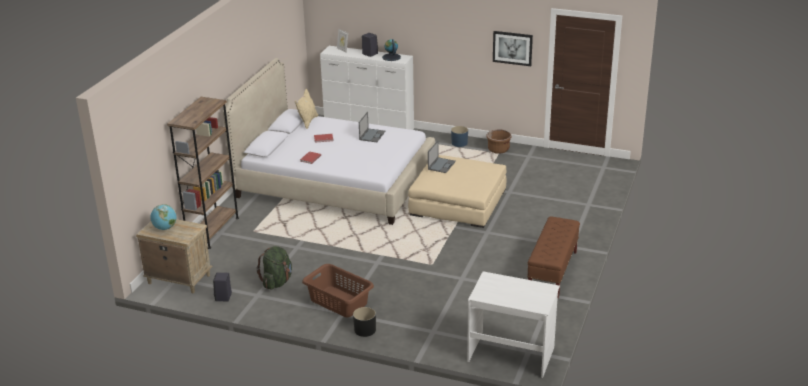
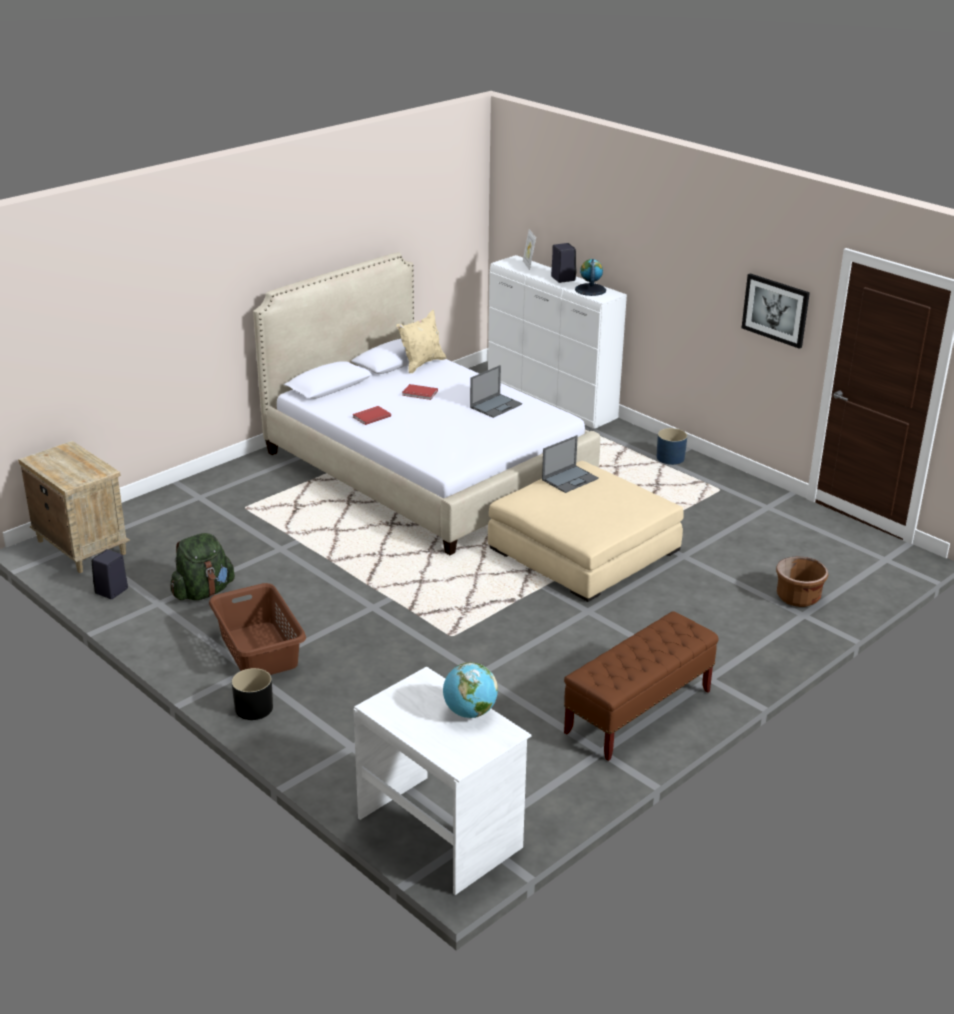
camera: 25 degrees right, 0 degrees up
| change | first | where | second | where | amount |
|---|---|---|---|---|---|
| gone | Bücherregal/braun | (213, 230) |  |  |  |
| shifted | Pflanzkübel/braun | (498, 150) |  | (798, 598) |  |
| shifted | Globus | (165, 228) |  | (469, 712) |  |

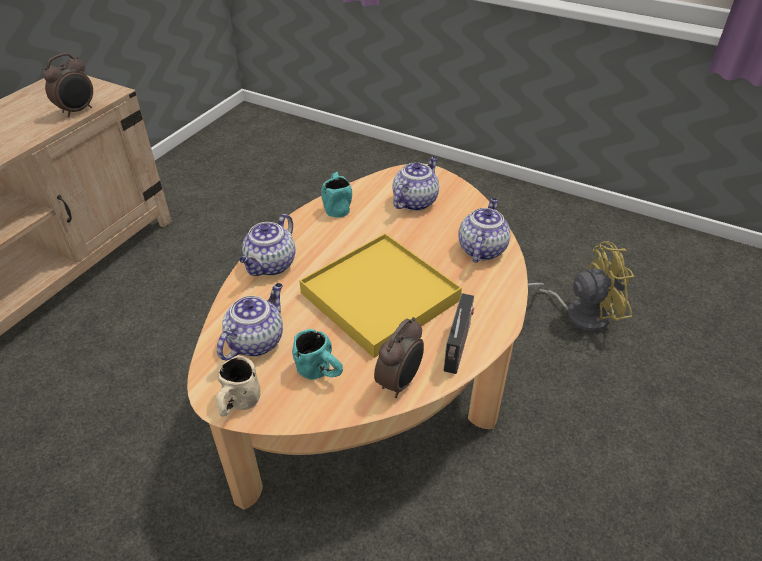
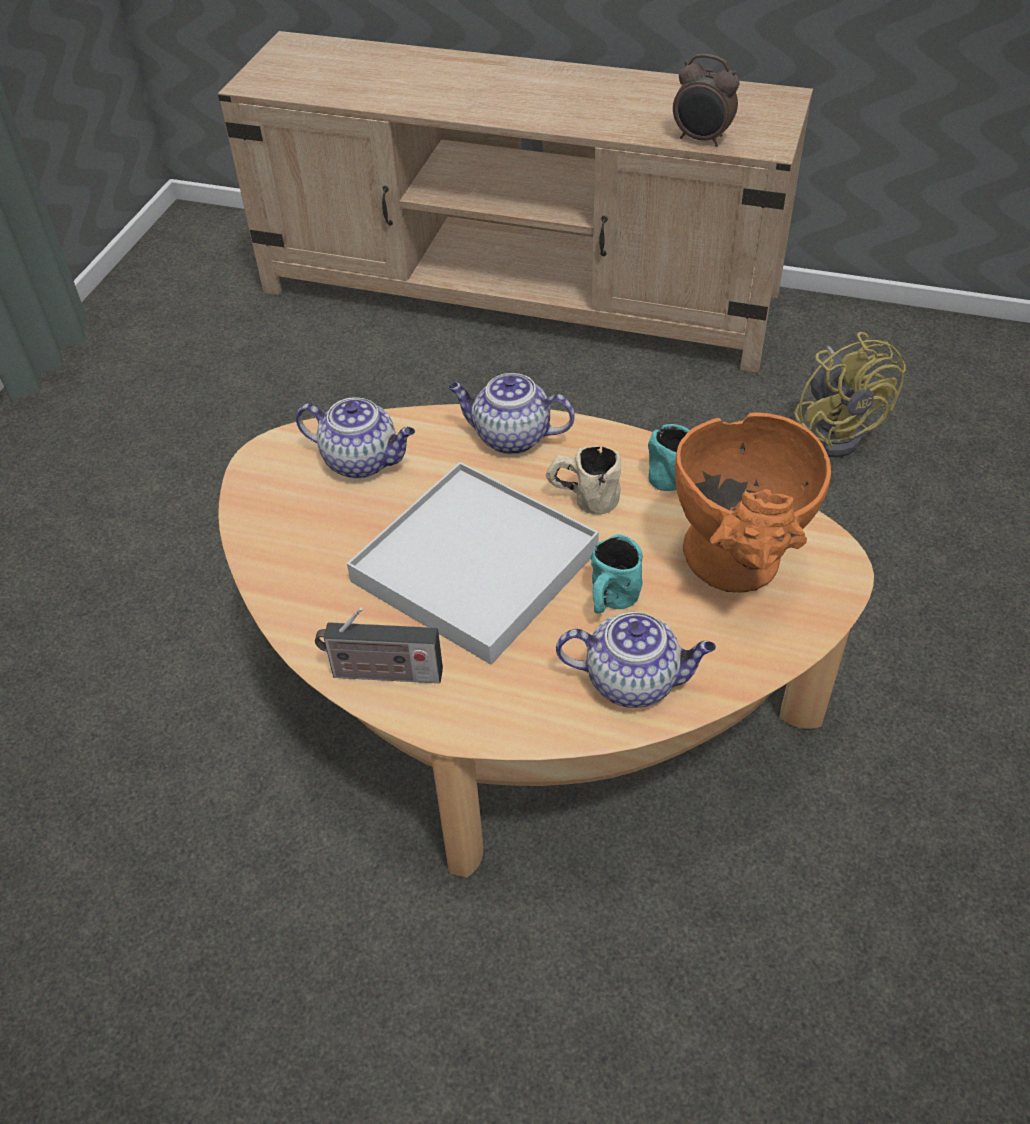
camera: 80 degrees right, 5 degrees up
| change | first | where | second | where | amount |
|---|---|---|---|---|---|
| swapped | Teekanne | (415, 201) | Vase/orange | (738, 569) |  |
| repainted | Tablett/gelb | (380, 296) | Tablett/weiß | (476, 566) |  |
| shifted | Ventilator/gelb | (578, 313) |  | (835, 430) |  |
| gone | Wecker | (400, 382) |  |  |  |
| shifted | Henkelbecher/türkis | (321, 373) |  | (610, 603) |  |
| shifted | Henkelbecher/beige | (238, 405) |  | (583, 499) |  |

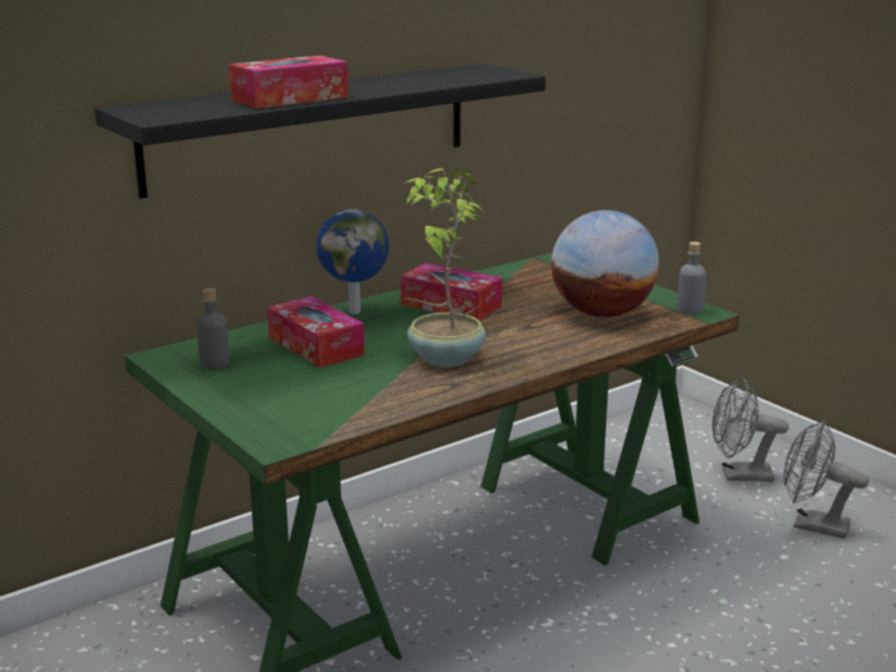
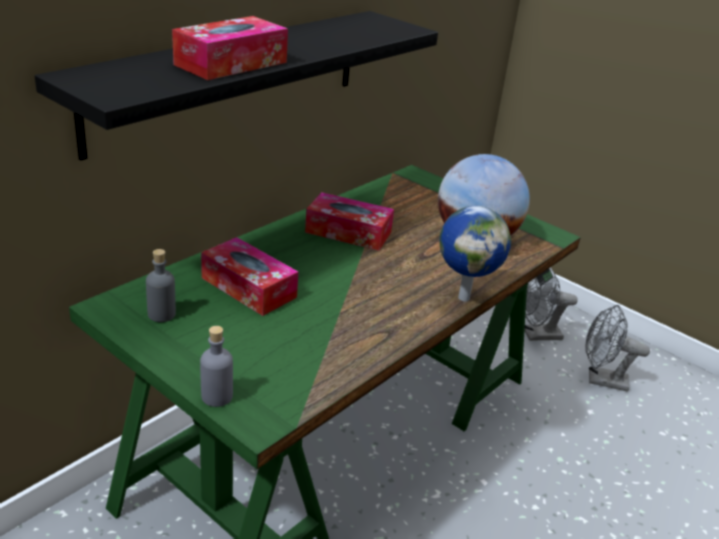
camera: 15 degrees left, 10 degrees up
| change | first | where | second | where | amount |
|---|---|---|---|---|---|
| gone | Topfpflanze | (444, 358) |  |  |  |
| shifted | Globus | (355, 311) |  | (464, 297) |  |
| shifted | Flasche/grau | (689, 309) |  | (217, 396) |  |

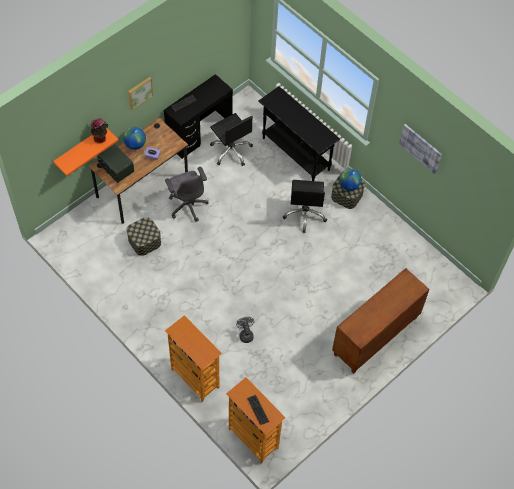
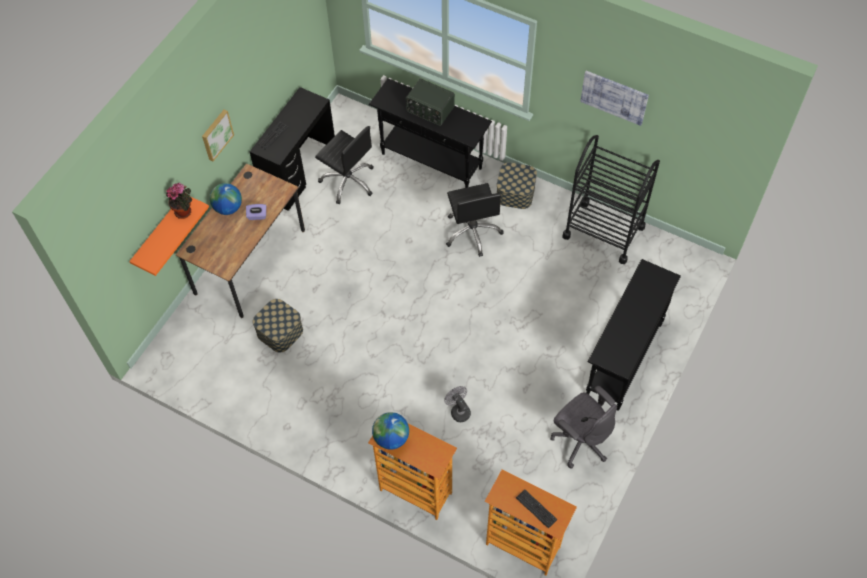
camera: 15 degrees left, 0 degrees up
| change | first | where | second | where | amount |
|---|---|---|---|---|---|
| shifted | Radio | (116, 168) |  | (430, 110) |  |
| shifted | Bürostuhl/grau | (187, 205) |  | (580, 441) |  |
| shifted | Globus | (349, 185) |  | (391, 438) |  |
| swapped | Schrank/braun | (375, 337) | Konsolentisch/schwarz | (623, 359) |  |
| new |  |  | Rollwagen/schwarz | (603, 231) |  |

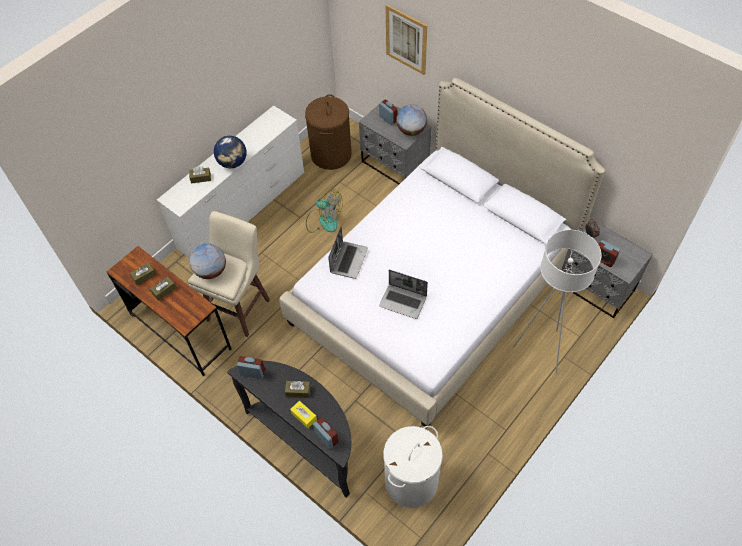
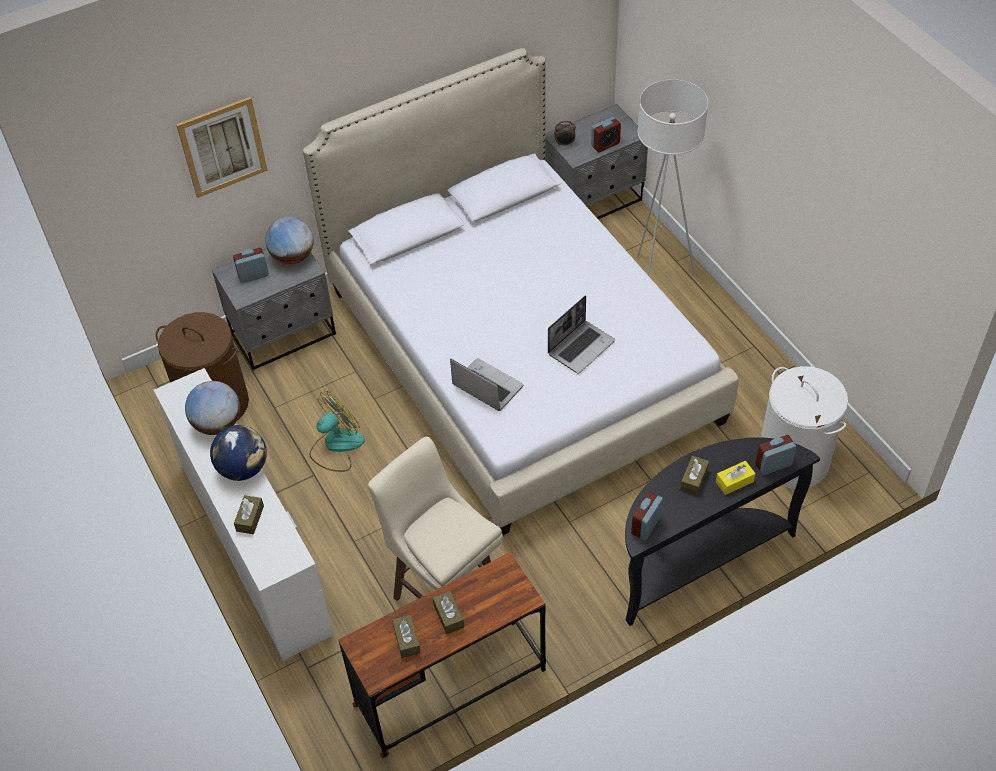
camera: 70 degrees left, 5 degrees down
| change | first | where | second | where | amount |
|---|---|---|---|---|---|
| shifted | Globus | (211, 271) |  | (218, 424) |  |

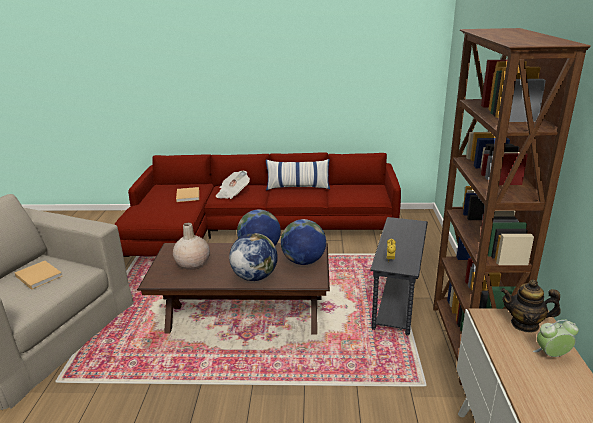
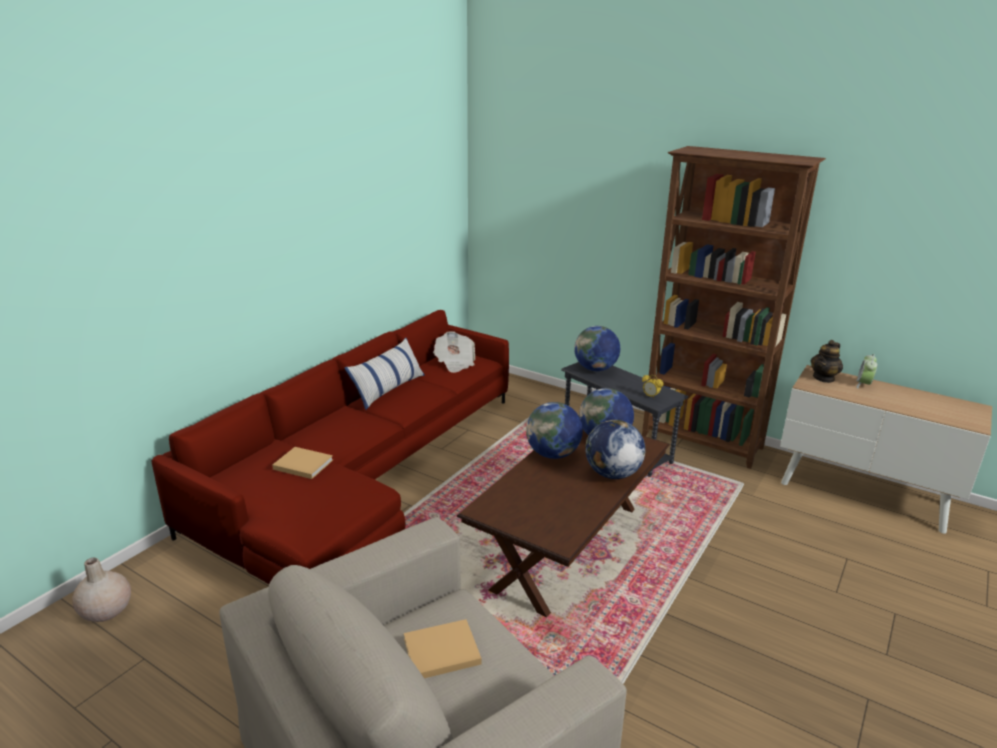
camera: 60 degrees left, 0 degrees up
| change | first | where | second | where | amount |
|---|---|---|---|---|---|
| shifted | Zeitung | (232, 194) |  | (455, 363) |  |
| shifted | Vase/beige | (192, 264) |  | (106, 611) |  |
| new |  |  | Globus | (595, 369) |  |

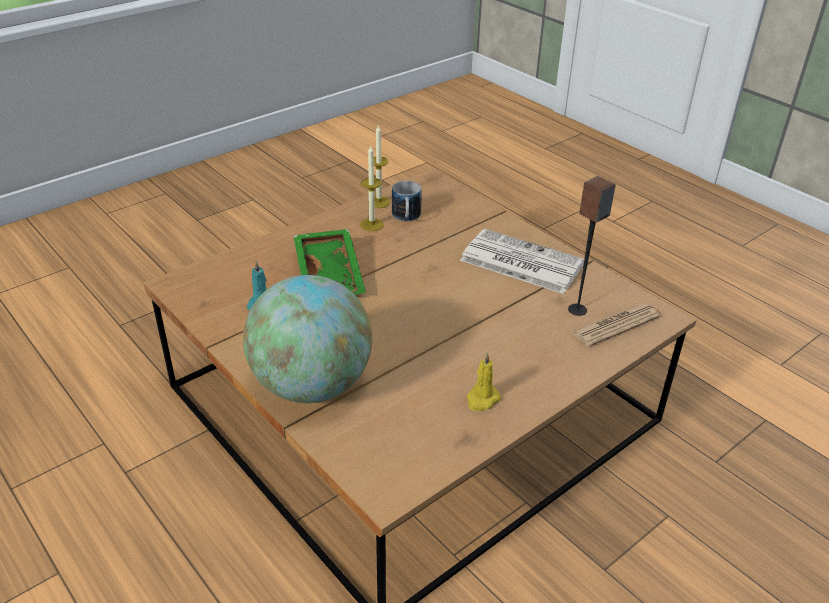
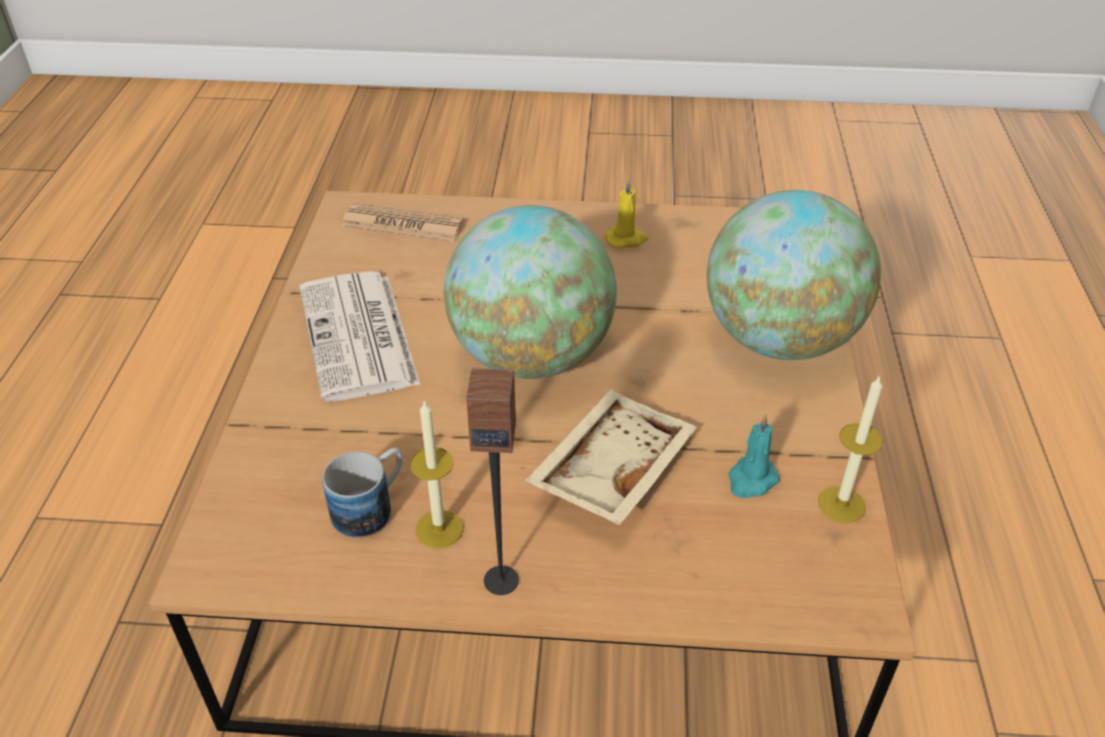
camera: 135 degrees left, 5 degrees up
| change | first | where | second | where | amount |
|---|---|---|---|---|---|
| shifted | Kerze | (379, 202) |  | (841, 504) |  |
| shifted | Lautsprecher | (577, 310) |  | (501, 580) |  |
| repainted | Tablett/grün | (331, 275) | Tablett/beige | (610, 469) |  |
| new |  |  | Globus | (531, 356) |  |

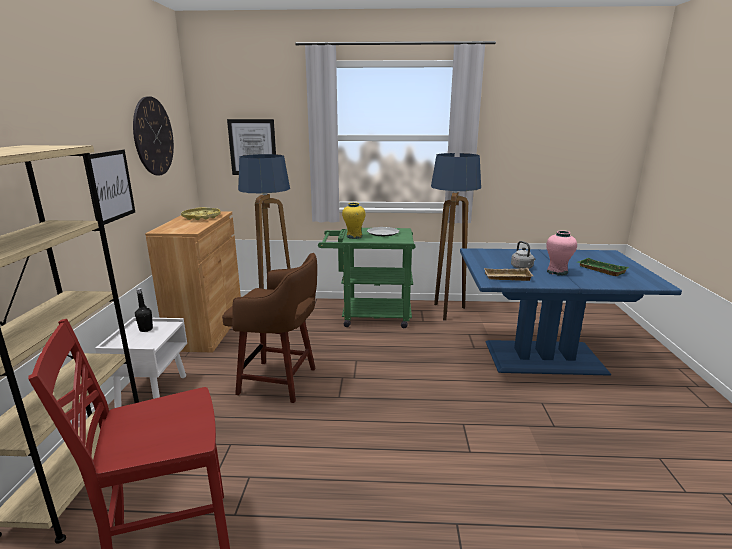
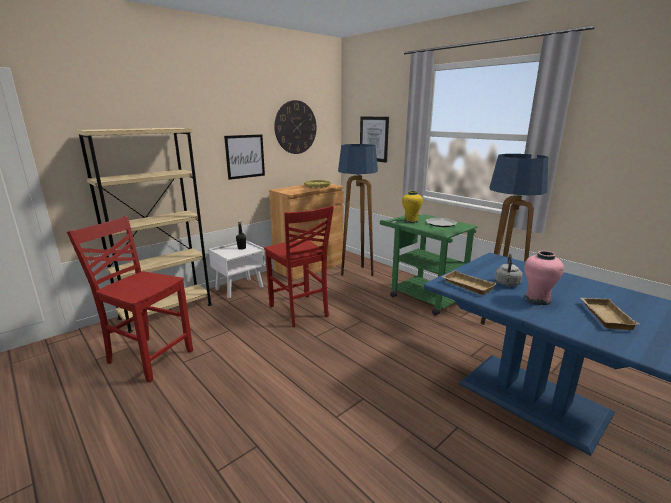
camera: 45 degrees right, 0 degrees up
| change | first | where | second | where | amount |
|---|---|---|---|---|---|
| swapped | Hocker/braun | (280, 381) | Stuhl/rot | (299, 311) |  |
| repainted | Tablett/grün | (600, 270) | Tablett/beige | (603, 316) |  |

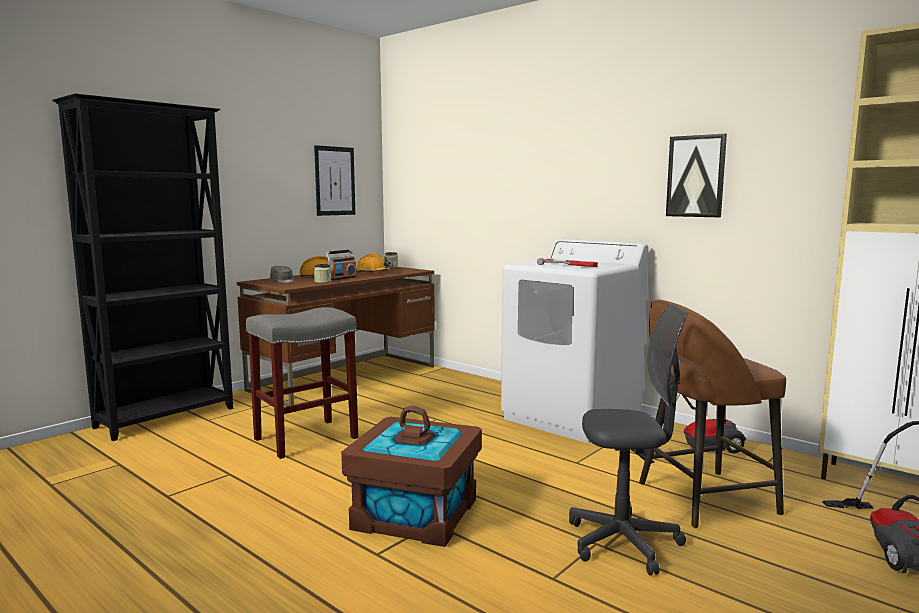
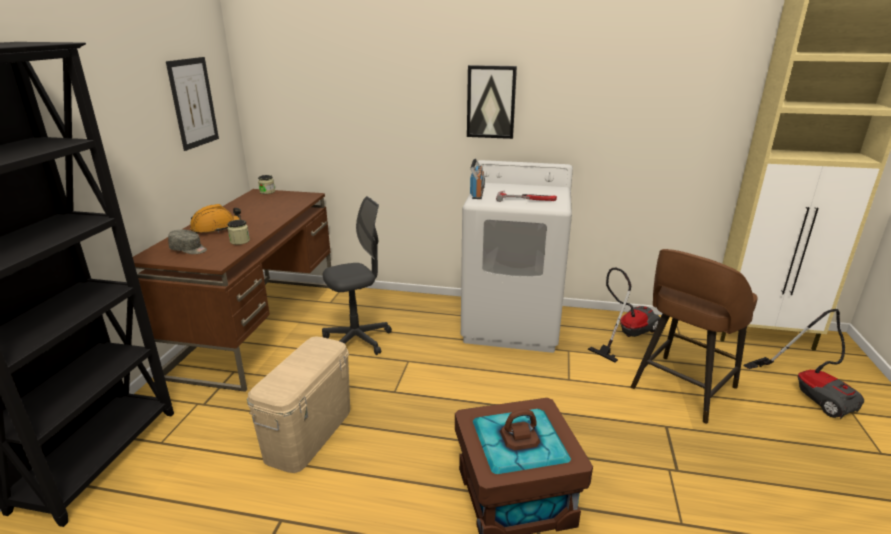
camera: 30 degrees left, 15 degrees up
| change | first | where | second | where | amount |
|---|---|---|---|---|---|
| shifted | Bild | (696, 176) |  | (491, 102) |  |
| shifted | Radio | (342, 278) |  | (477, 194) |  |
| gone | Schutzhelm/orange | (374, 273) |  |  |  |
| shifted | Bürostuhl/grau | (623, 542) |  | (357, 340) |  |
| swapped | Hocker/grau | (305, 439) | Aufbewahrungsbox/beige | (309, 433) |  |

